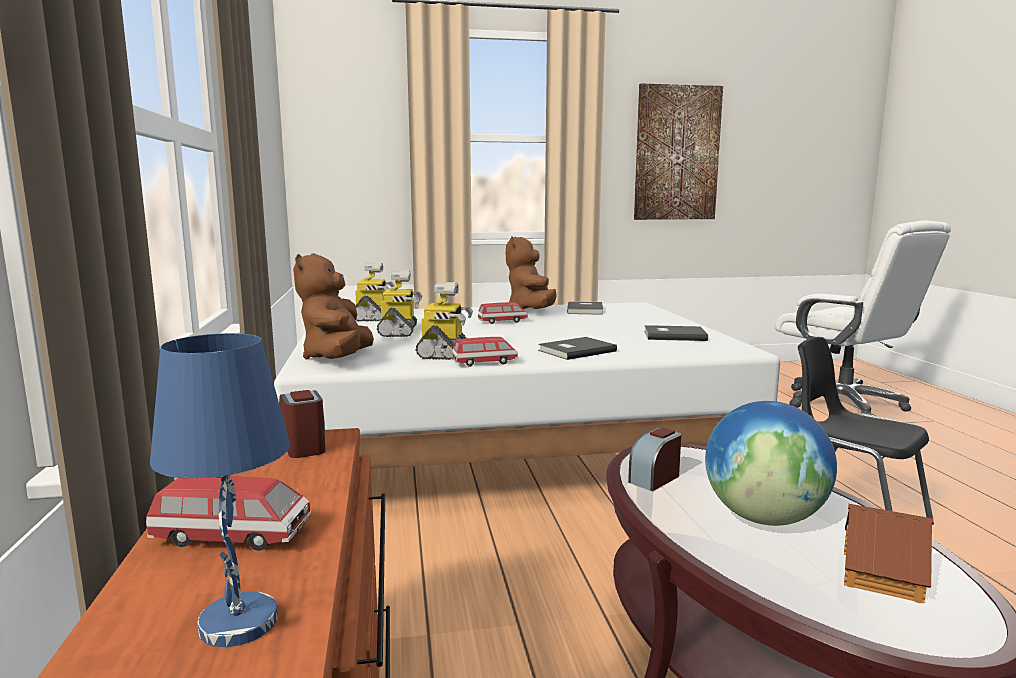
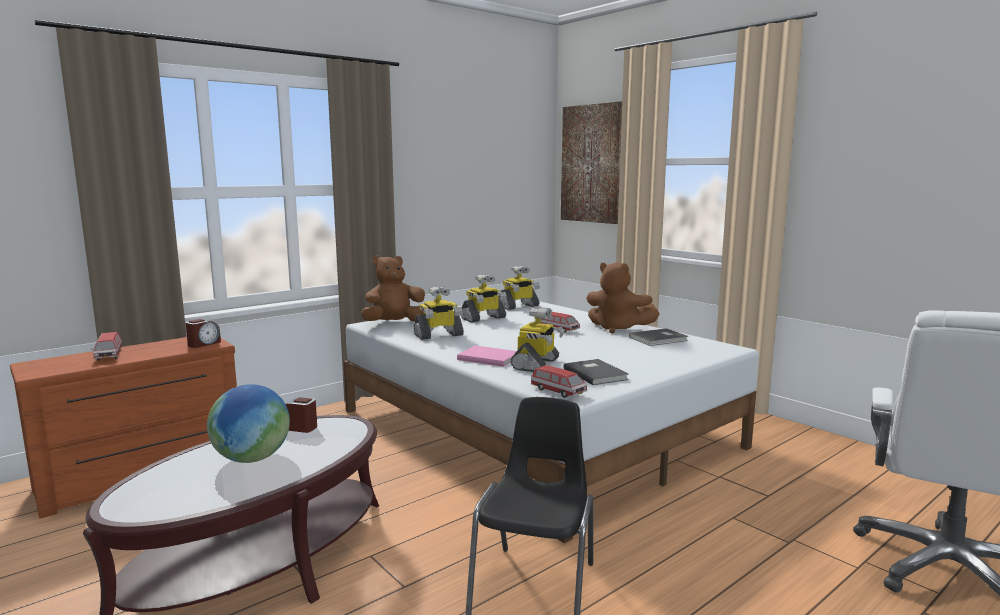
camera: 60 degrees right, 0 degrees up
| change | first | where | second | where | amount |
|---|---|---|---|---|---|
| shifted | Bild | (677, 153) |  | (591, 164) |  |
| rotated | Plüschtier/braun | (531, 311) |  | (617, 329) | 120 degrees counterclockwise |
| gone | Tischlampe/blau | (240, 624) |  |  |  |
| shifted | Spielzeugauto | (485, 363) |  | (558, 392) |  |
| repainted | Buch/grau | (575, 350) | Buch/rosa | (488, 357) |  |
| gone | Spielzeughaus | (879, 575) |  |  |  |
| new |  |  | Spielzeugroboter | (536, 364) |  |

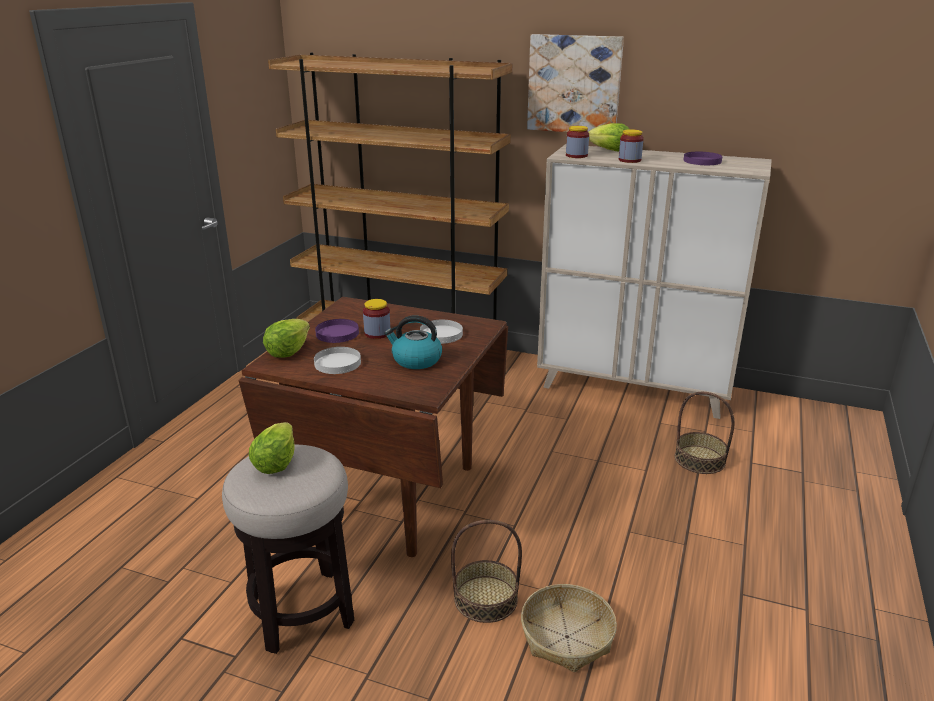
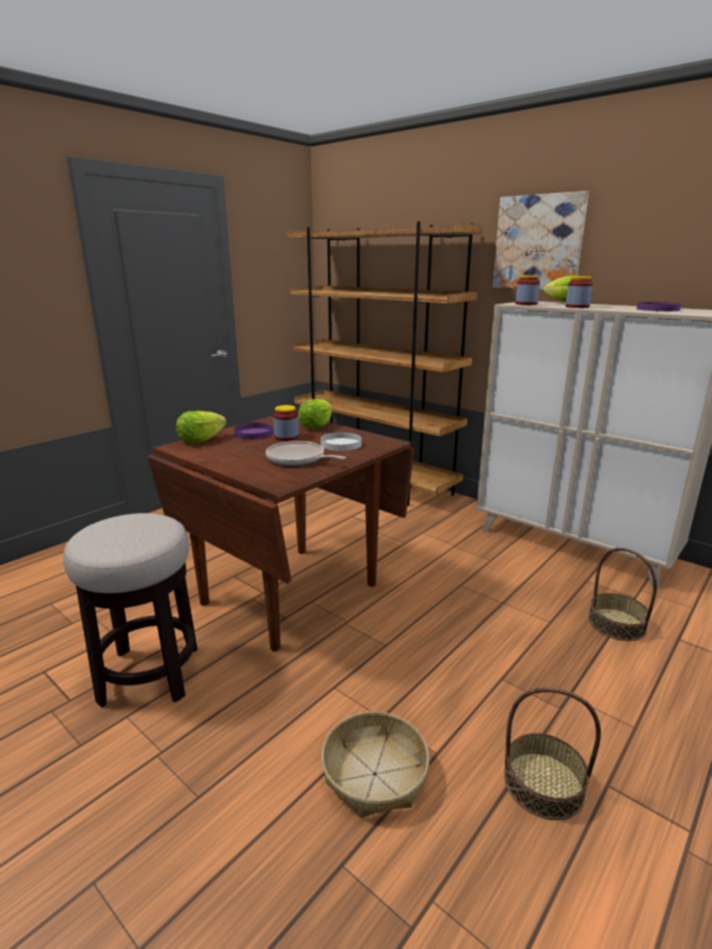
camera: 20 degrees right, 5 degrees down
| change | first | where | second | where | amount |
|---|---|---|---|---|---|
| swapped | Wasserkessel | (416, 360) | Pfanne | (298, 459) |  |
| gone | Teller/weiß | (338, 363) |  |  |  |
| shifted | Salatkopf | (275, 463) |  | (316, 426) |  |
| shifted | Korb | (486, 598) |  | (543, 784) |  |

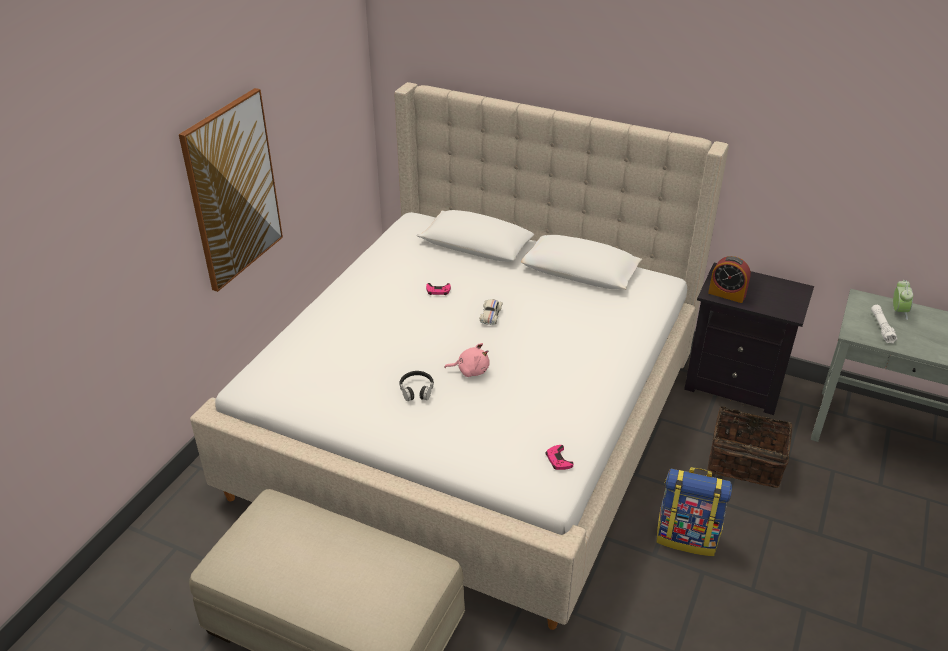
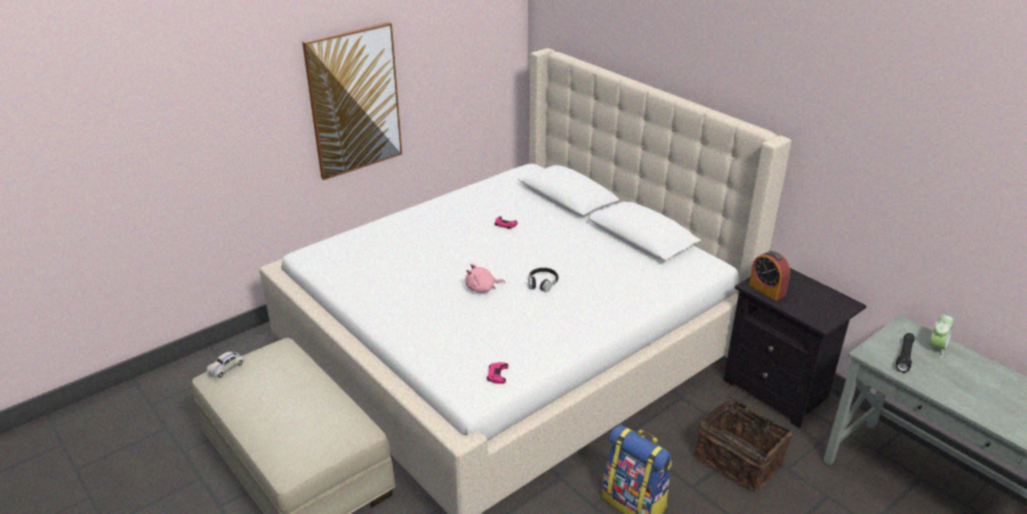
camera: 25 degrees right, 5 degrees down
| change | first | where | second | where | amount |
|---|---|---|---|---|---|
| shifted | Spielzeugauto/weiß | (490, 315) |  | (226, 368) |  |
| repainted | Taschenlampe/weiß | (881, 327) | Taschenlampe/schwarz | (904, 357) |  |
| rotated | Plüschtier/rosa | (470, 370) |  | (482, 288) | 135 degrees clockwise |
| shifted | Kopfhörer/schwarz | (416, 390) |  | (542, 283) |  |

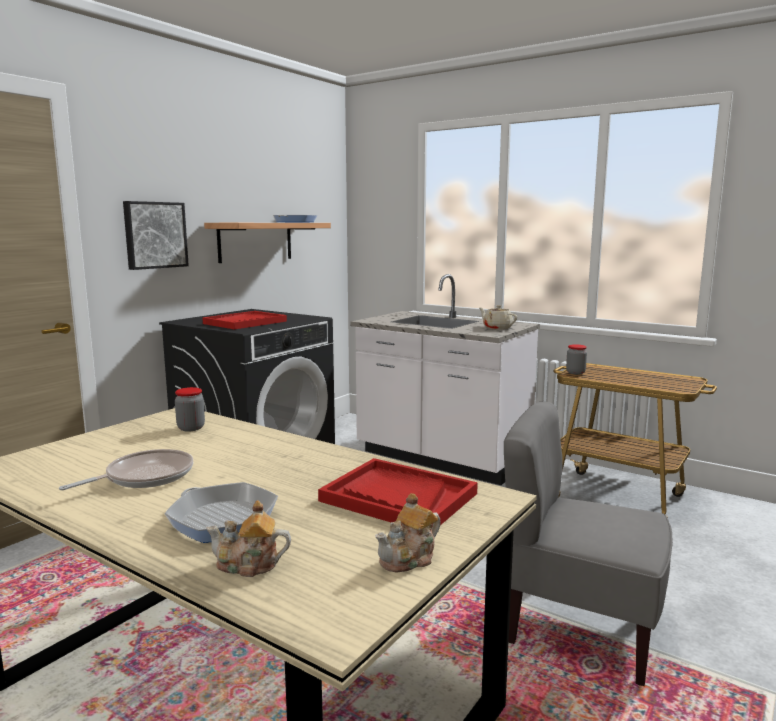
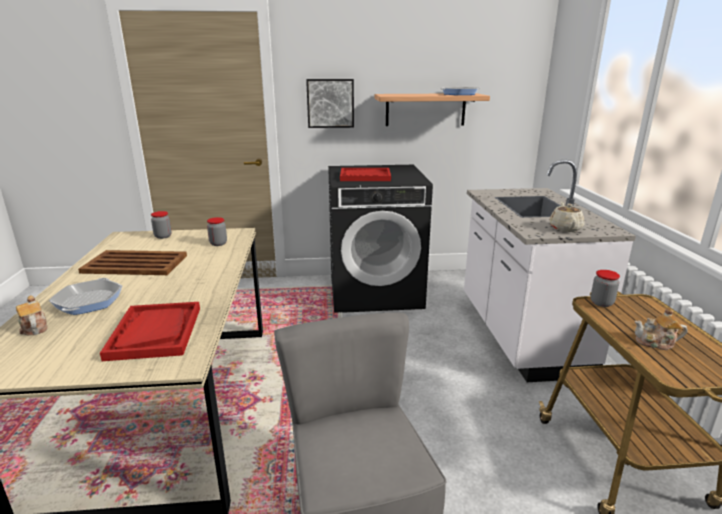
camera: 50 degrees right, 10 degrees up
| change | first | where | second | where | amount |
|---|---|---|---|---|---|
| swapped | Pfanne | (145, 477) | Tablett/braun | (134, 264) |  |
| shifted | Teekanne | (409, 559) |  | (656, 343) |  |
| new |  |  | Vorratsglas | (163, 236) |  |

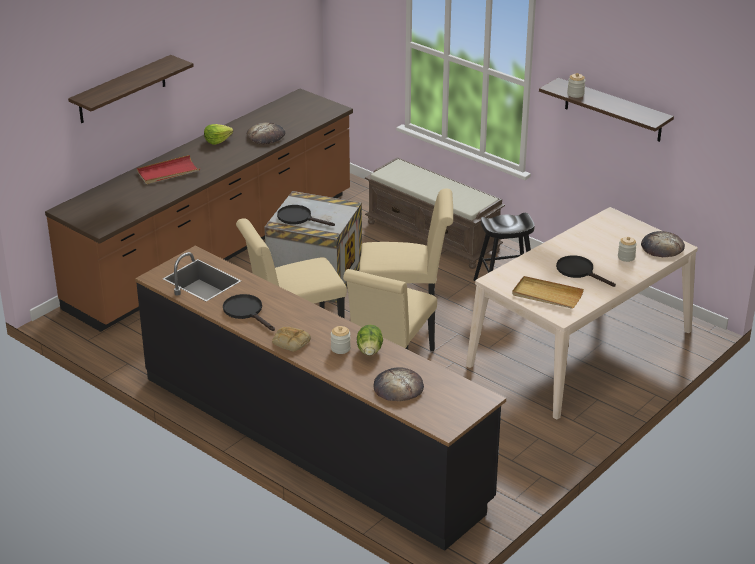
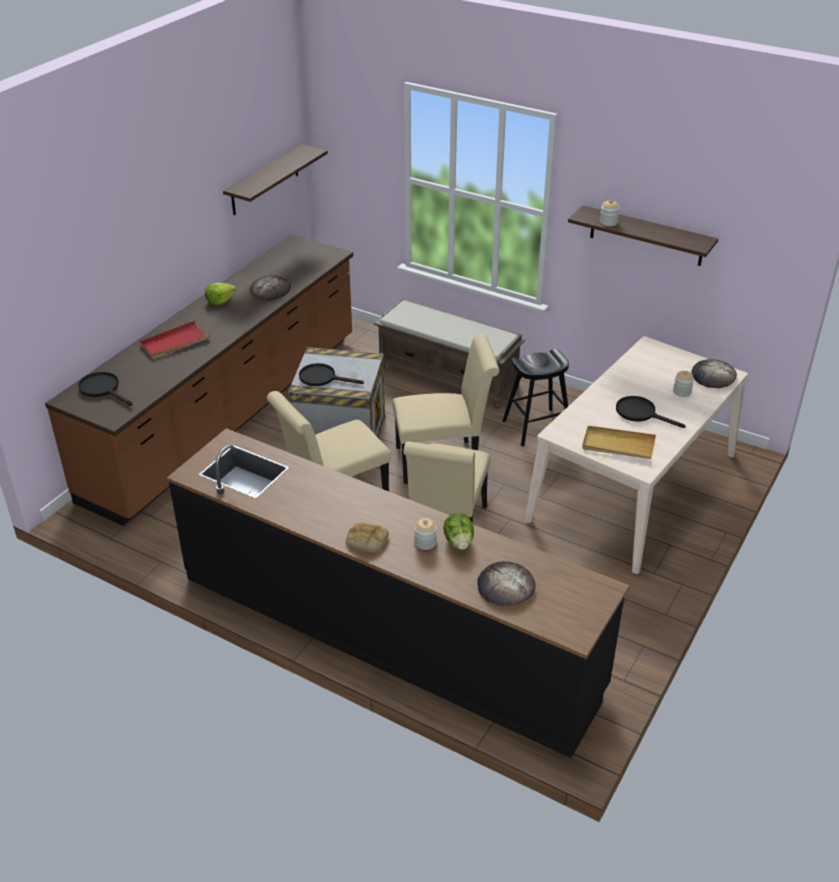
camera: 10 degrees left, 5 degrees up
| change | first | where | second | where | amount |
|---|---|---|---|---|---|
| shifted | Wandregal | (122, 89) |  | (265, 180) |  |
| shifted | Pfanne/schwarz | (246, 312) |  | (103, 389) |  |

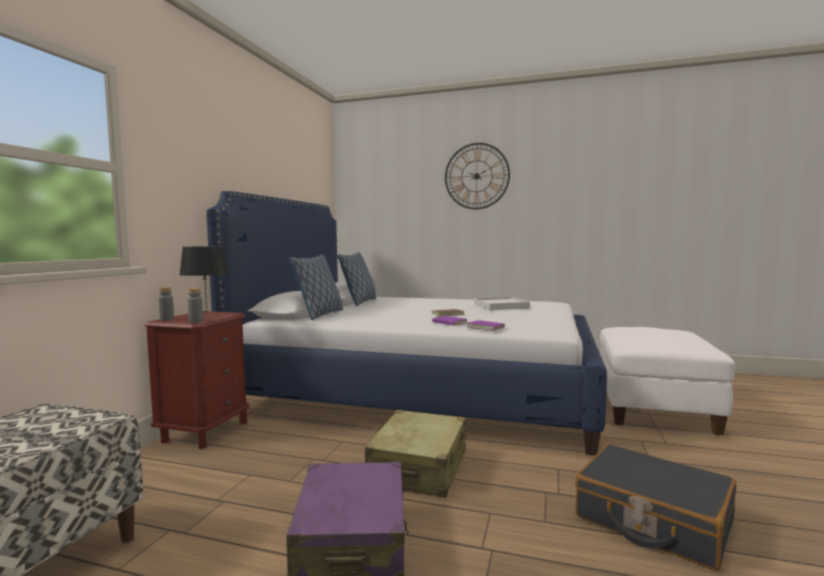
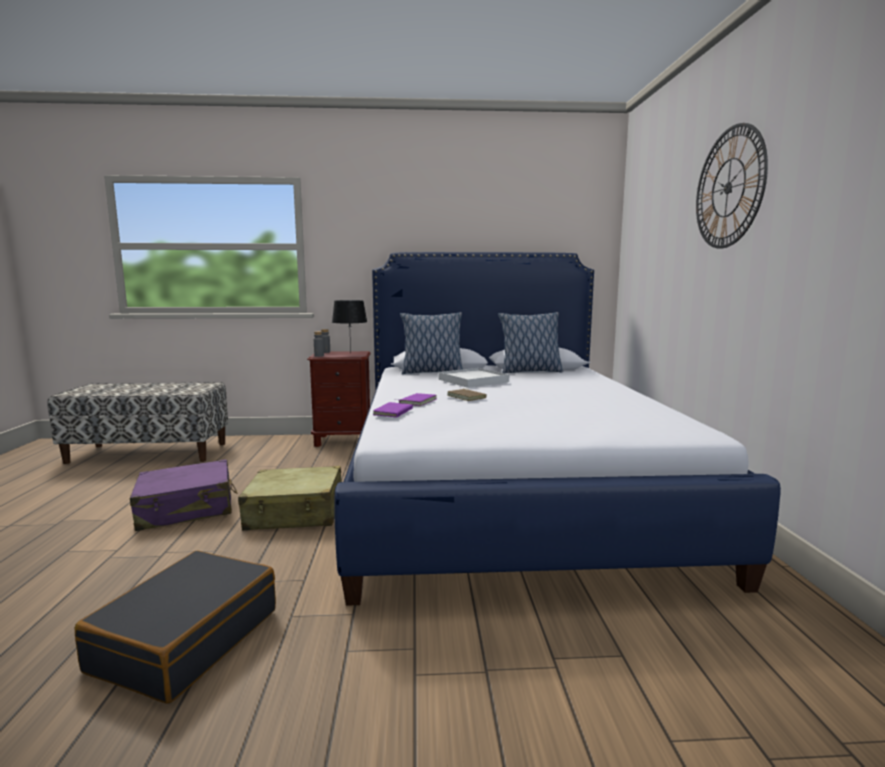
camera: 70 degrees right, 5 degrees up
| change | first | where | second | where | amount |
|---|---|---|---|---|---|
| shifted | Tablett/weiß | (501, 306) |  | (473, 381) |  |
| gone | Polsterhocker/weiß | (653, 408) |  |  |  |

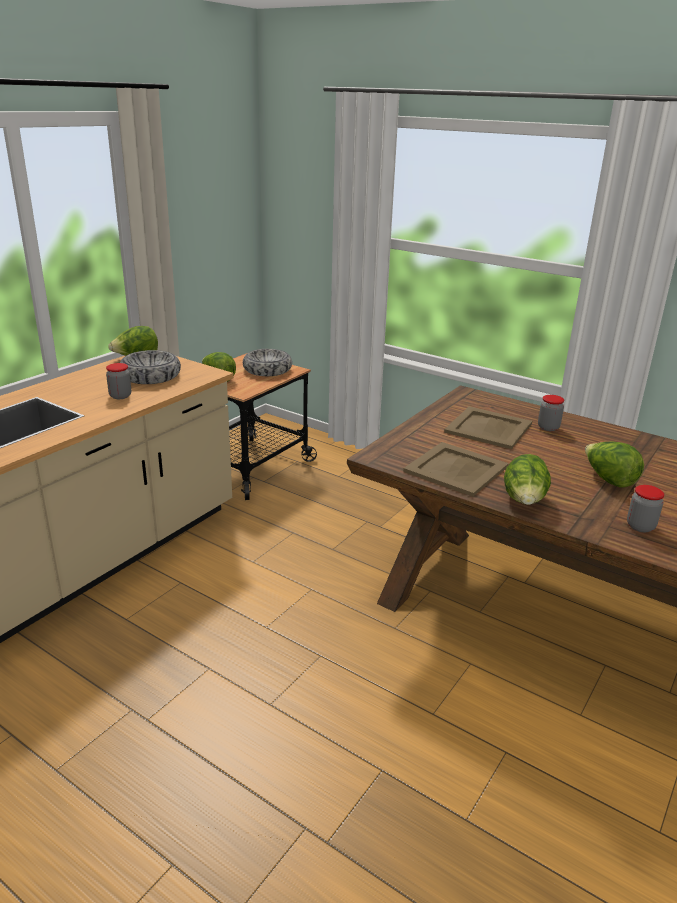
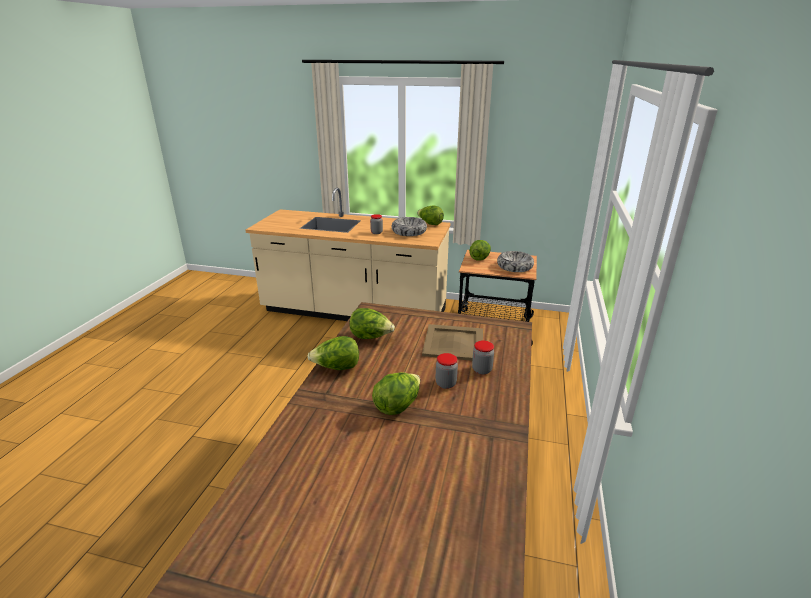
camera: 70 degrees right, 0 degrees up
| change | first | where | second | where | amount |
|---|---|---|---|---|---|
| swapped | Tablett/beige | (455, 469) | Salatkopf | (371, 337) |  |
| shifted | Vorratsglas | (640, 526) |  | (445, 384) |  |

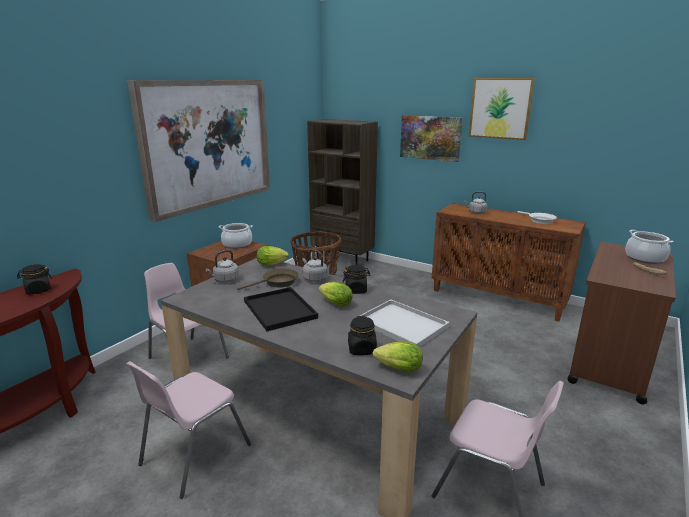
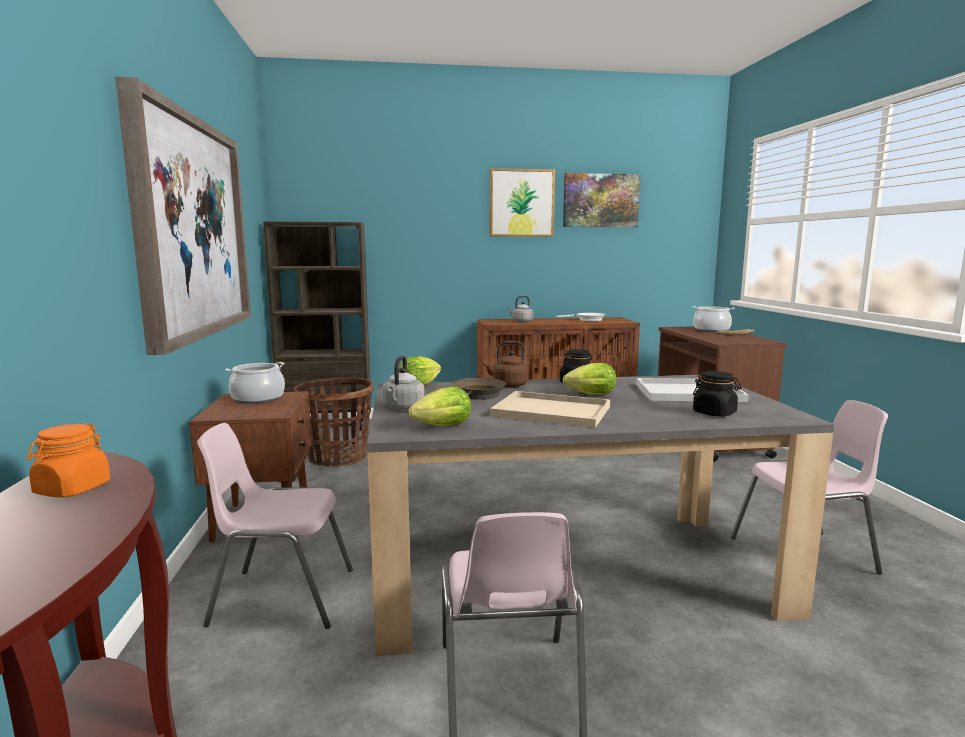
camera: 40 degrees left, 10 degrees down
| change | first | where | second | where | amount |
|---|---|---|---|---|---|
| shifted | Bild | (430, 137) |  | (600, 200) |  |
| repainted | Wasserkessel/grau | (314, 279) | Wasserkessel/braun | (508, 385) |  |
| repainted | Vorratsglas/schwarz | (38, 290) | Vorratsglas/orange | (72, 489) |  |
| repainted | Tablett/schwarz | (278, 309) | Tablett/beige | (549, 411) |  |
| shifted | Salatkopf | (396, 368) |  | (439, 427) |  |

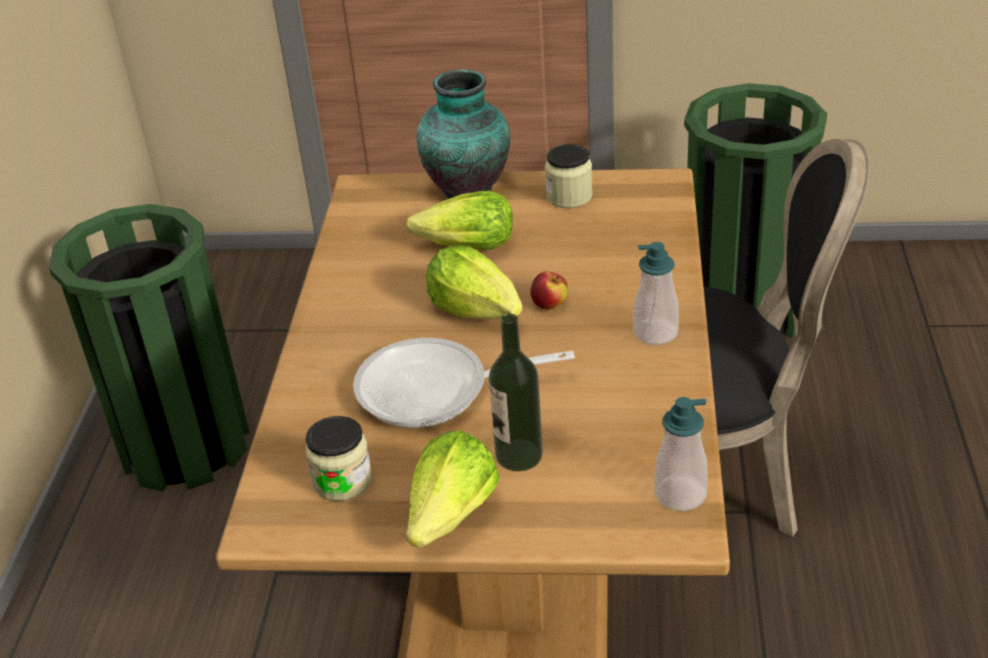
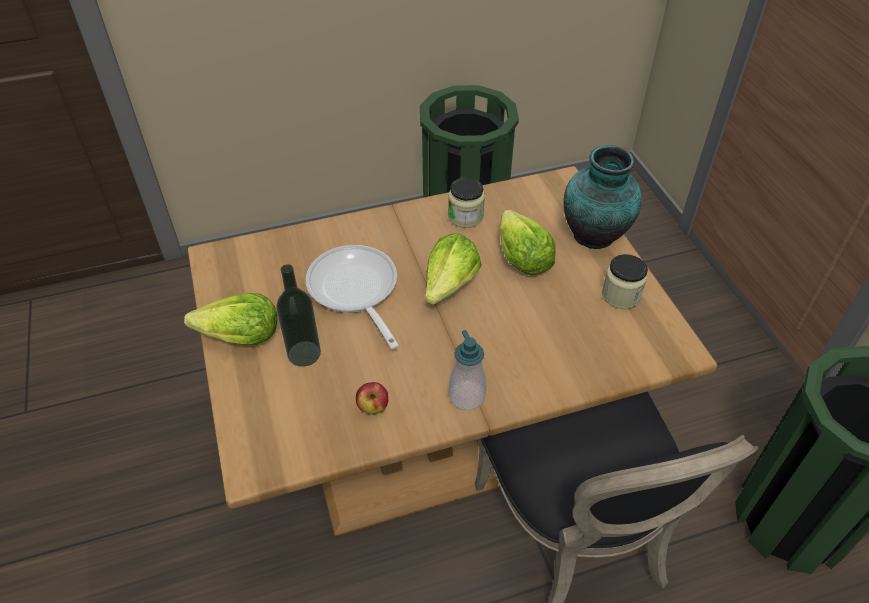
camera: 65 degrees right, 10 degrees up
| change | first | where | second | where | amount |
|---|---|---|---|---|---|
| shifted | Apfel | (550, 305) |  | (373, 407) |  |
| gone | Seifenspender | (680, 494) |  |  |  |
| shifted | Vorratsglas | (342, 480) |  | (465, 216) |  |

